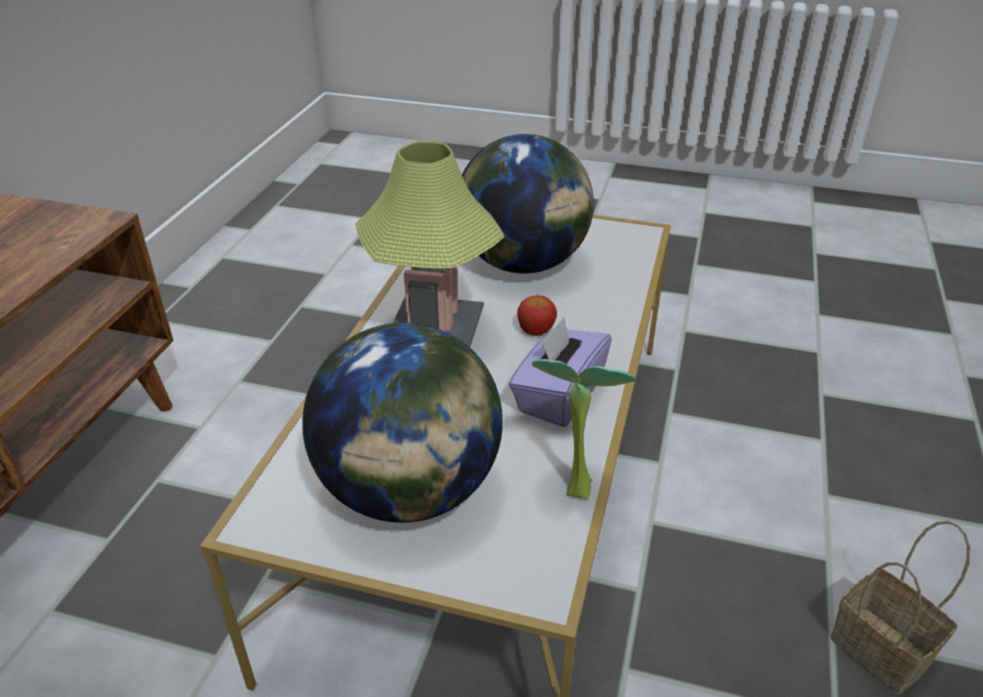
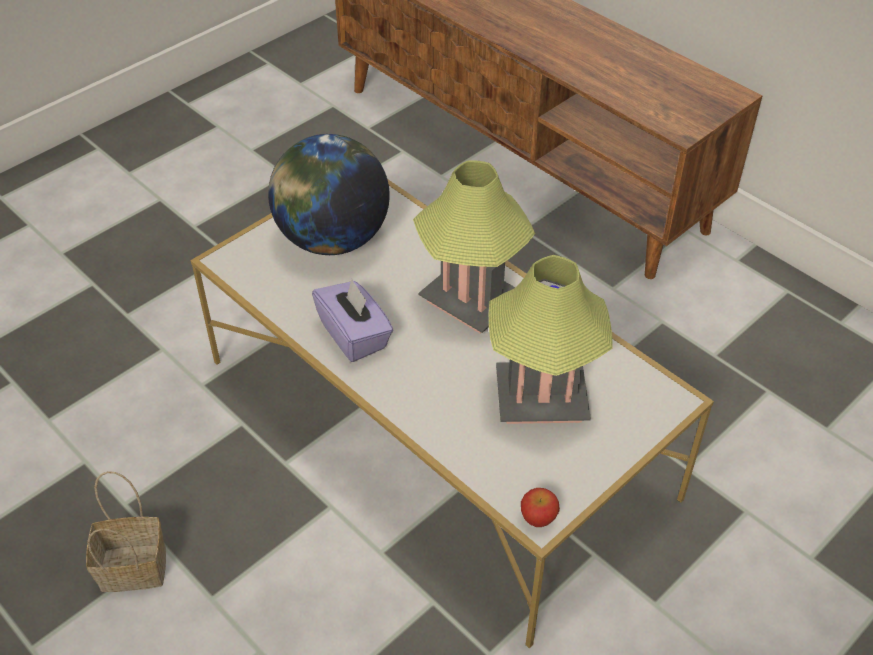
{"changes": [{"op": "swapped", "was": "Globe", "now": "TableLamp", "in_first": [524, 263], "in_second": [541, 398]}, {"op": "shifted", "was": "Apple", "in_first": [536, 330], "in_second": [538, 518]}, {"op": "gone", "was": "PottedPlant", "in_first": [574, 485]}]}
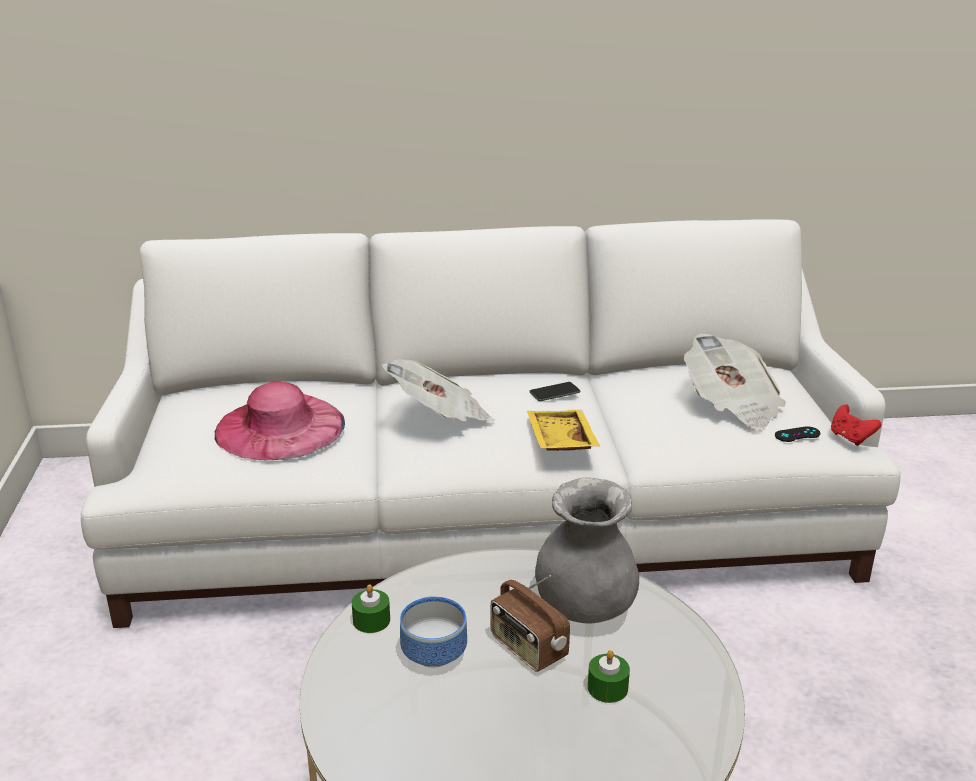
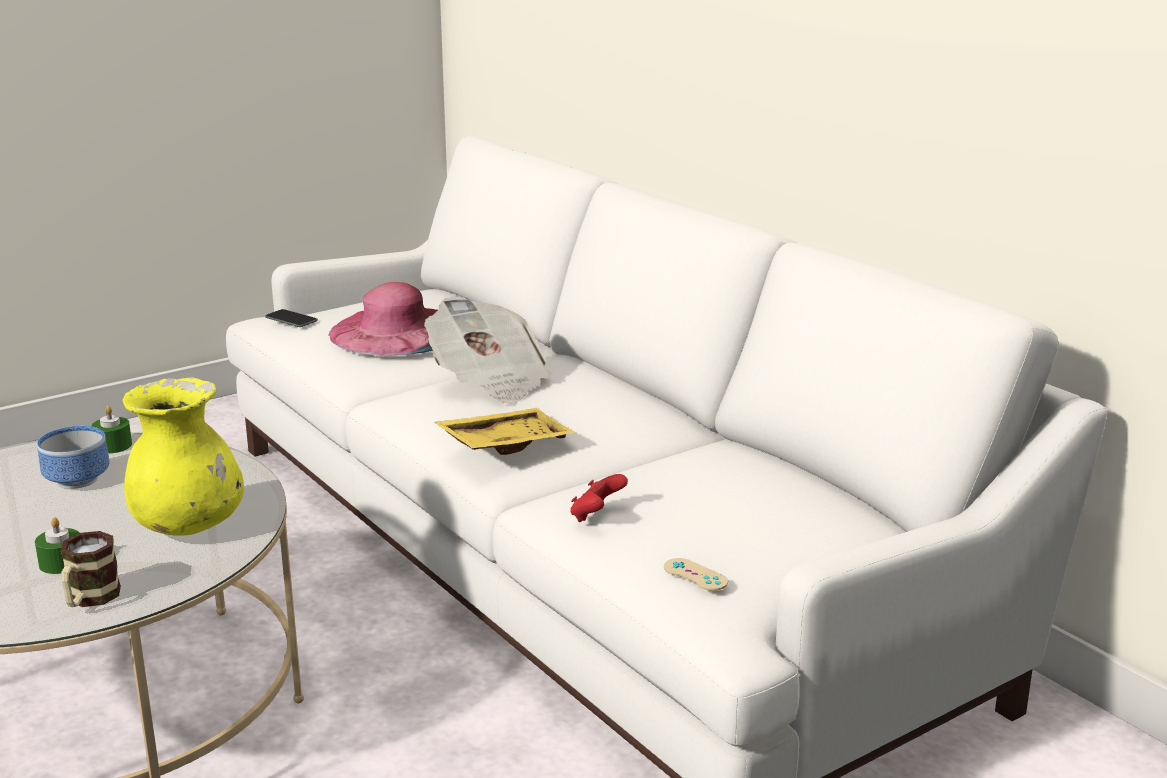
{"changes": [{"op": "gone", "was": "Radio", "in_first": [527, 648]}, {"op": "shifted", "was": "Phone", "in_first": [554, 392], "in_second": [291, 319]}, {"op": "repainted", "was": "GreyVase", "now": "YellowVase", "in_first": [585, 608], "in_second": [189, 526]}, {"op": "gone", "was": "Newspaper", "in_first": [732, 406]}, {"op": "repainted", "was": "BlackGameController", "now": "BeigeGameController", "in_first": [797, 434], "in_second": [695, 575]}, {"op": "shifted", "was": "RedGameController", "in_first": [850, 438], "in_second": [596, 516]}, {"op": "new", "now": "Mug", "in_second": [89, 599]}]}
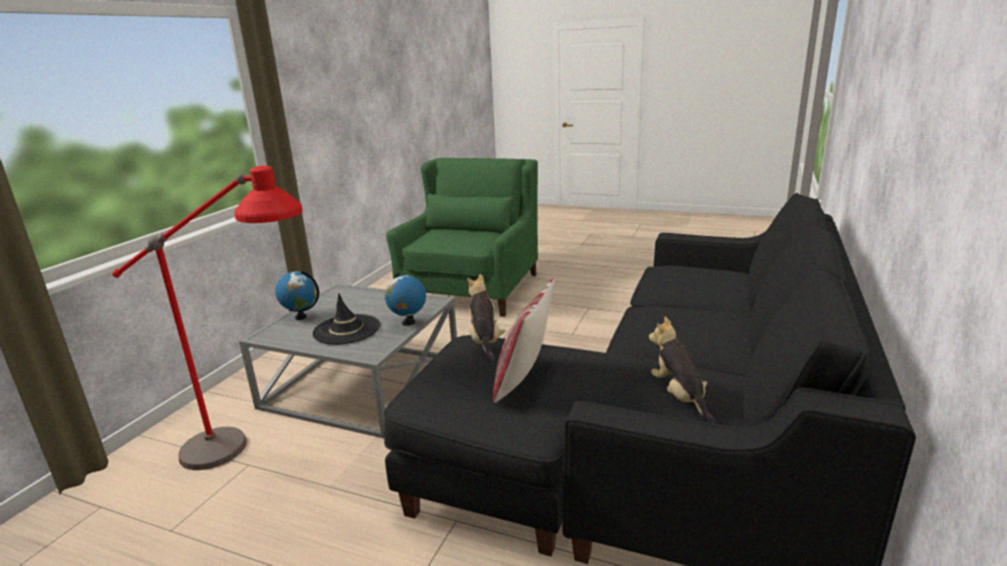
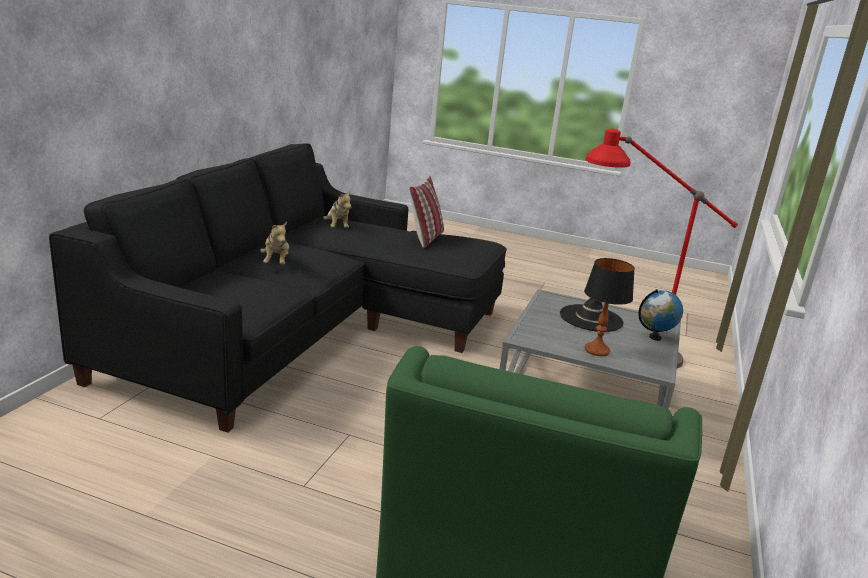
{"changes": [{"op": "gone", "was": "Globe", "in_first": [408, 323]}, {"op": "shifted", "was": "PlushToy", "in_first": [485, 341], "in_second": [276, 262]}, {"op": "new", "now": "TableLamp", "in_second": [596, 350]}]}
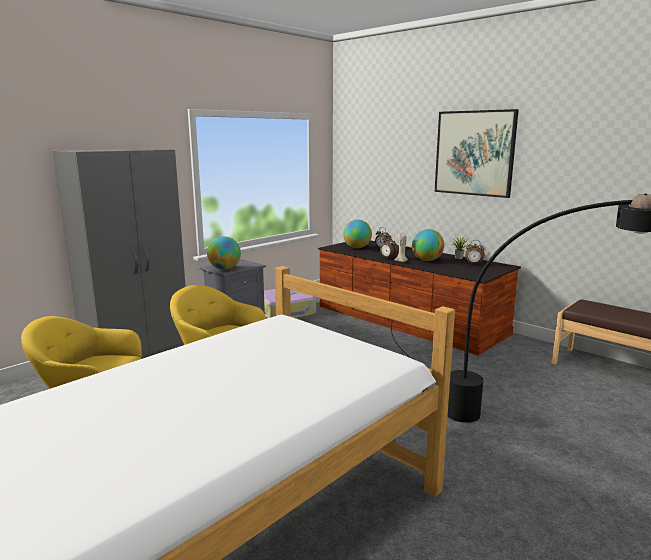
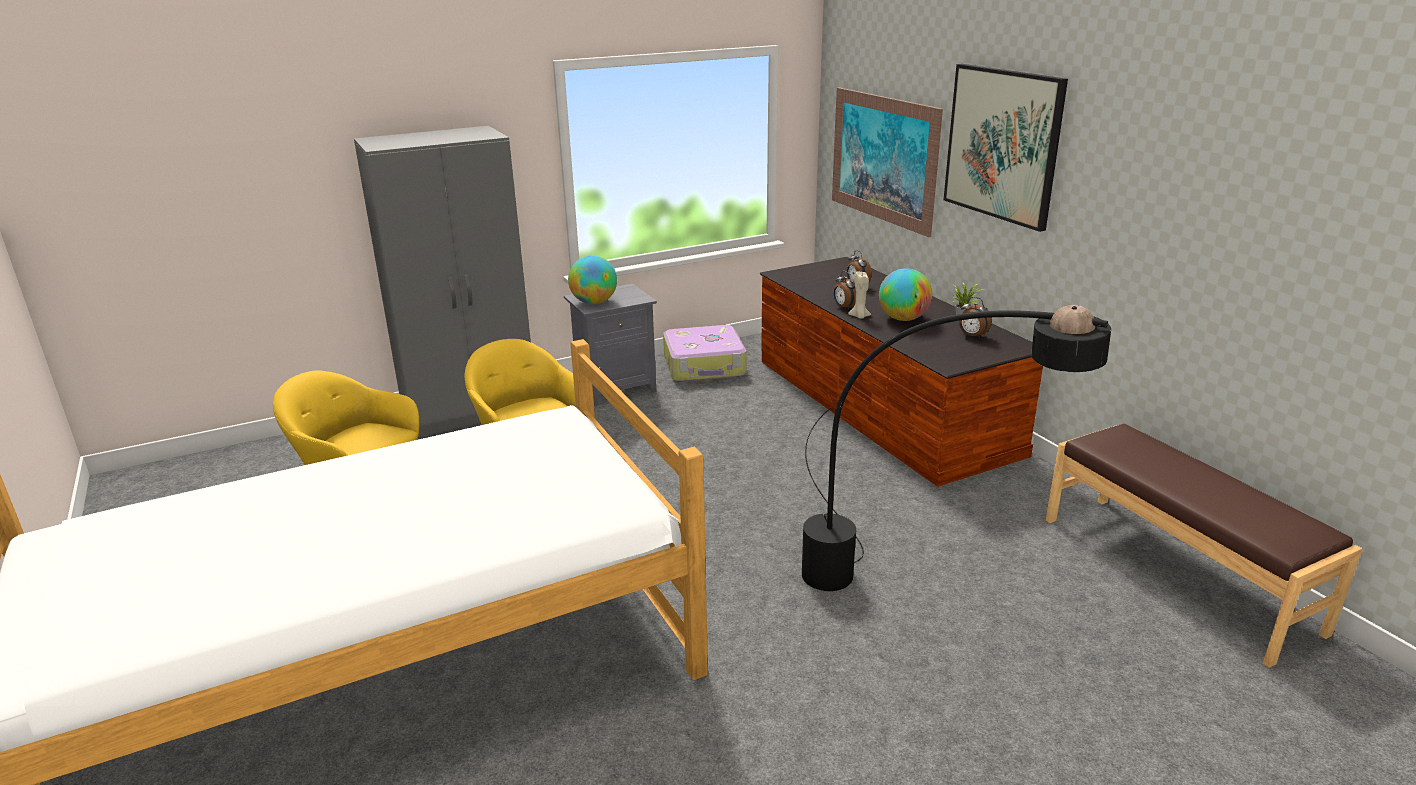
{"changes": [{"op": "gone", "was": "Globe", "in_first": [357, 248]}, {"op": "new", "now": "Picture", "in_second": [883, 158]}]}
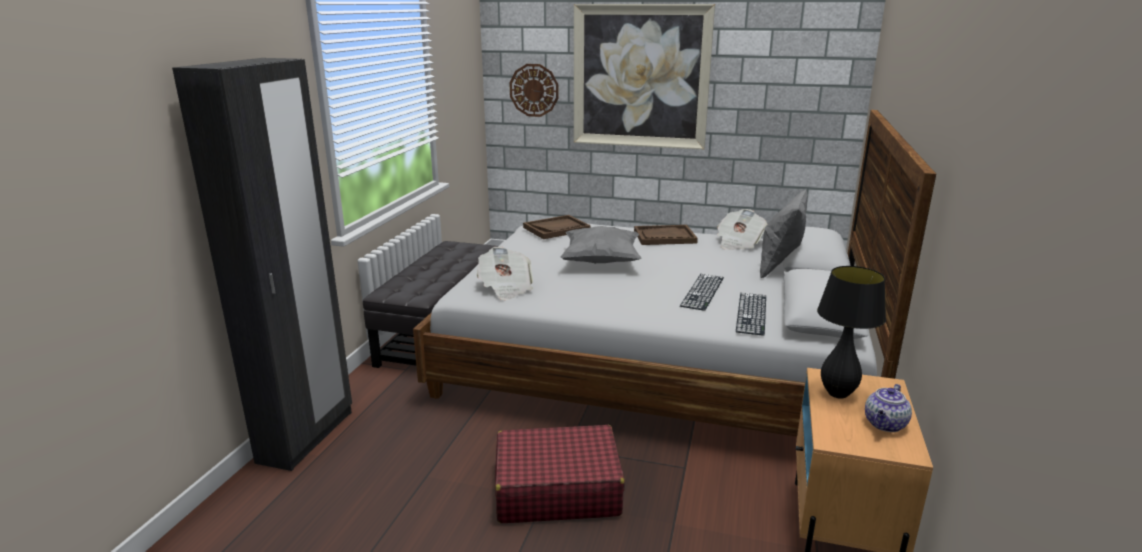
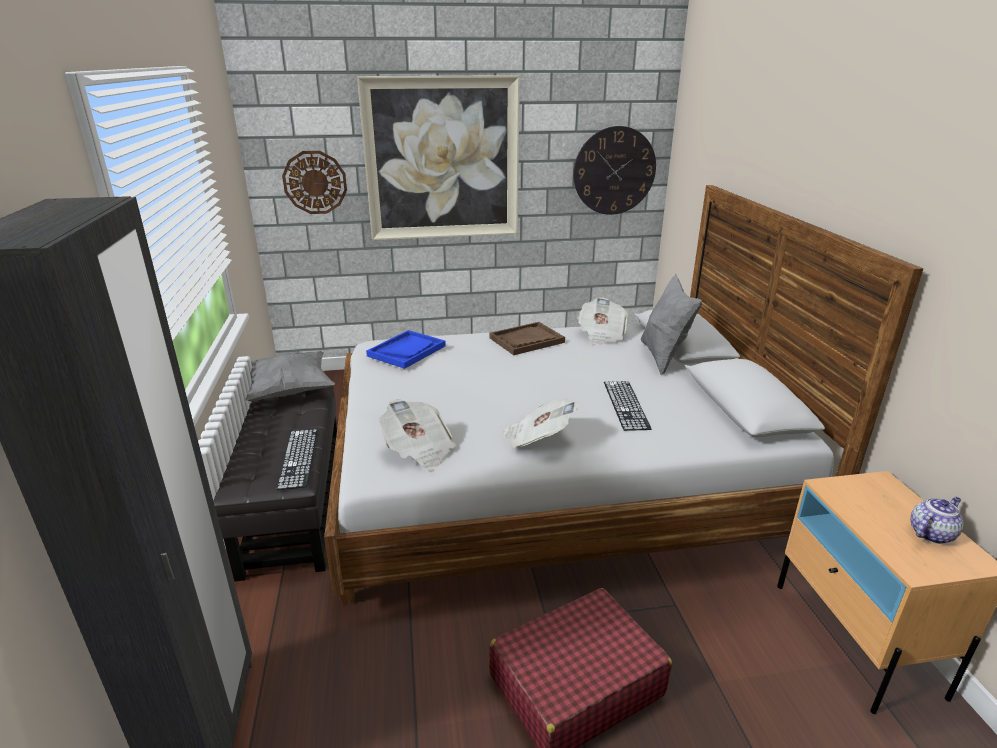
{"changes": [{"op": "repainted", "was": "BrownTray", "now": "BlueTray", "in_first": [556, 229], "in_second": [406, 351]}, {"op": "shifted", "was": "GreyPillow", "in_first": [601, 262], "in_second": [290, 391]}, {"op": "shifted", "was": "Keyboard", "in_first": [751, 313], "in_second": [298, 458]}, {"op": "gone", "was": "BlackTableLamp", "in_first": [837, 394]}, {"op": "rotated", "was": "Teapot", "in_first": [885, 425], "in_second": [931, 533], "clockwise": -135}, {"op": "new", "now": "Newspaper", "in_second": [537, 439]}, {"op": "new", "now": "WallClock", "in_second": [614, 171]}]}
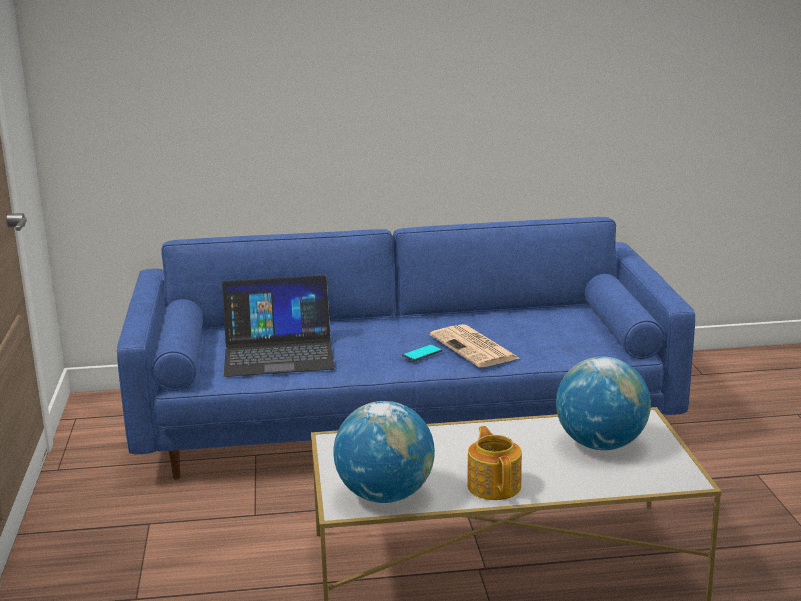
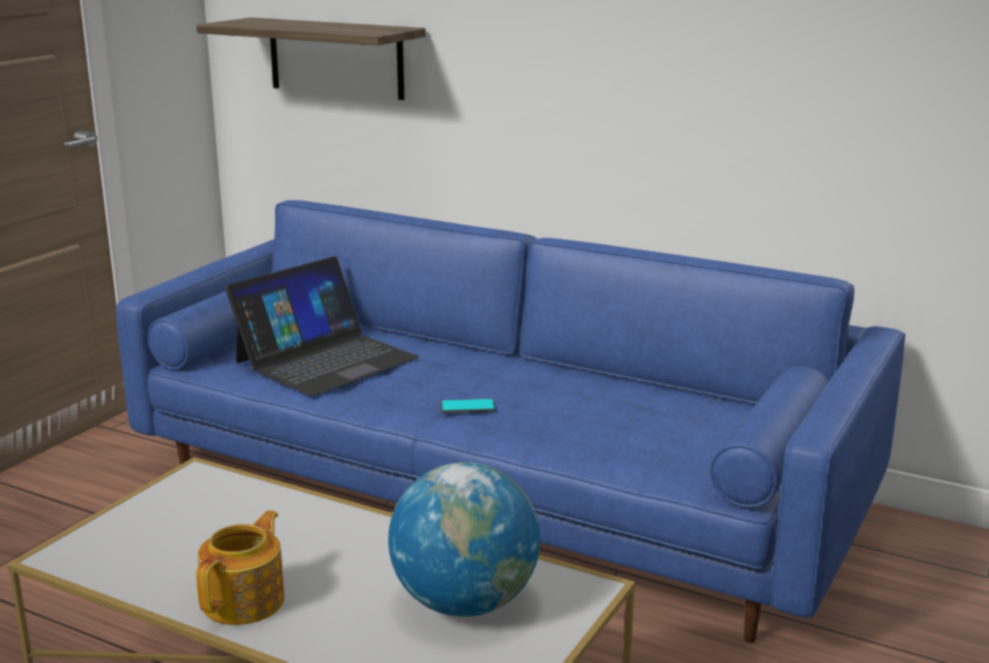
{"changes": [{"op": "rotated", "was": "Laptop", "in_first": [278, 353], "in_second": [325, 359], "clockwise": -75}, {"op": "gone", "was": "Globe", "in_first": [385, 495]}, {"op": "gone", "was": "Newspaper", "in_first": [475, 348]}, {"op": "new", "now": "Shelf", "in_second": [336, 58]}]}
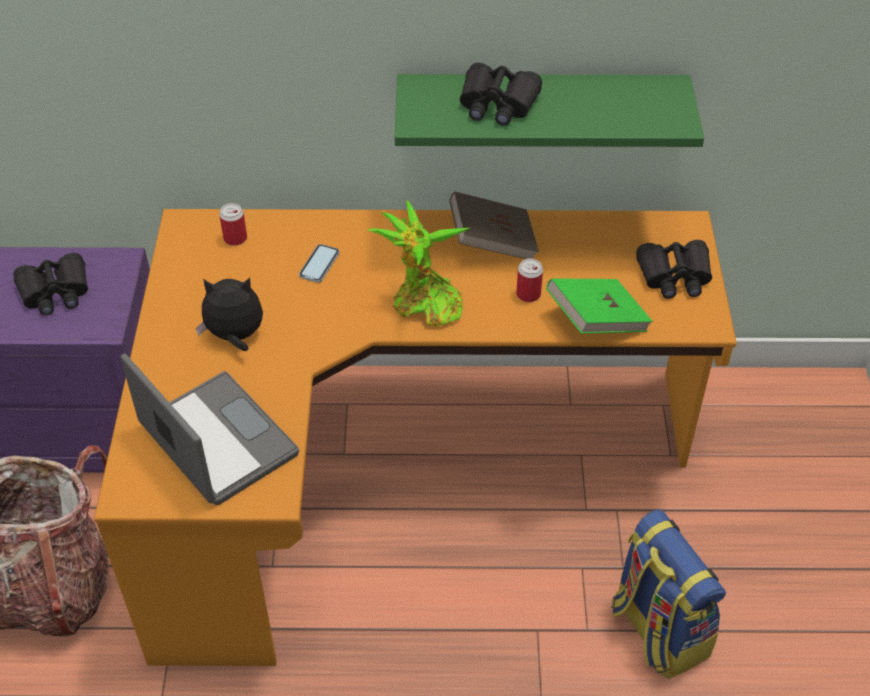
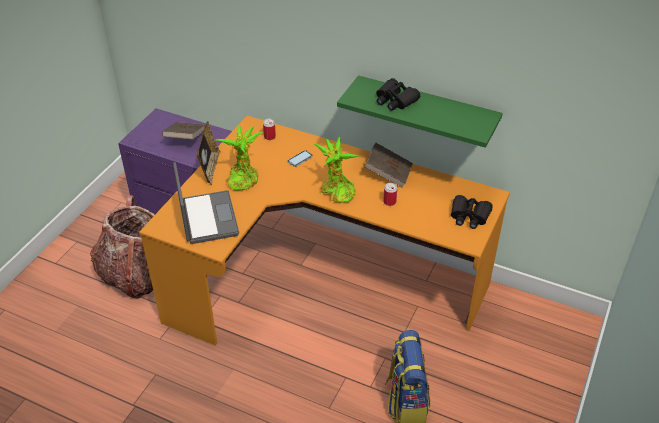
{"changes": [{"op": "swapped", "was": "BlackBinoculars", "now": "BrownBook", "in_first": [55, 292], "in_second": [185, 139]}, {"op": "swapped", "was": "PlushToy", "now": "PottedPlant", "in_first": [235, 336], "in_second": [243, 178]}, {"op": "gone", "was": "GreenBook", "in_first": [596, 321]}, {"op": "new", "now": "PictureFrame", "in_second": [210, 168]}]}
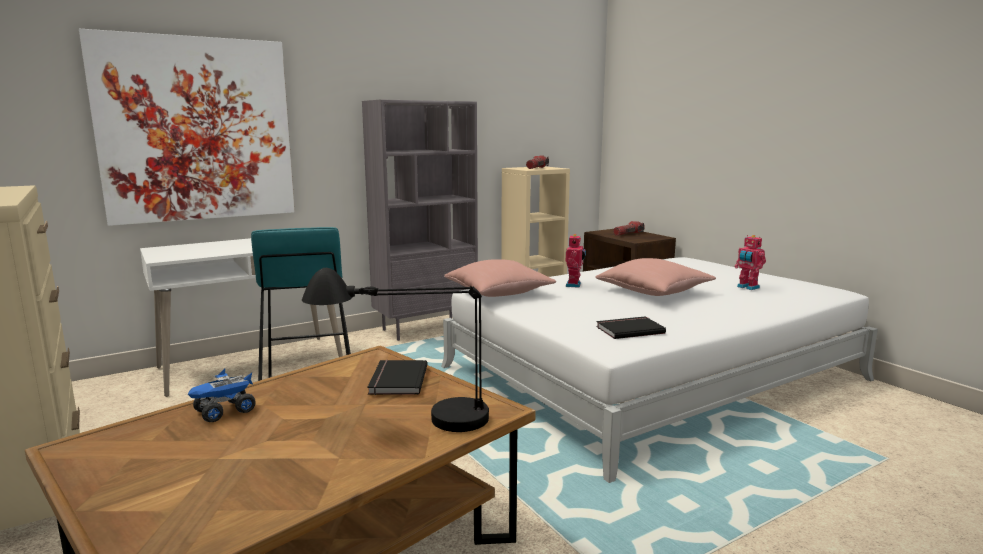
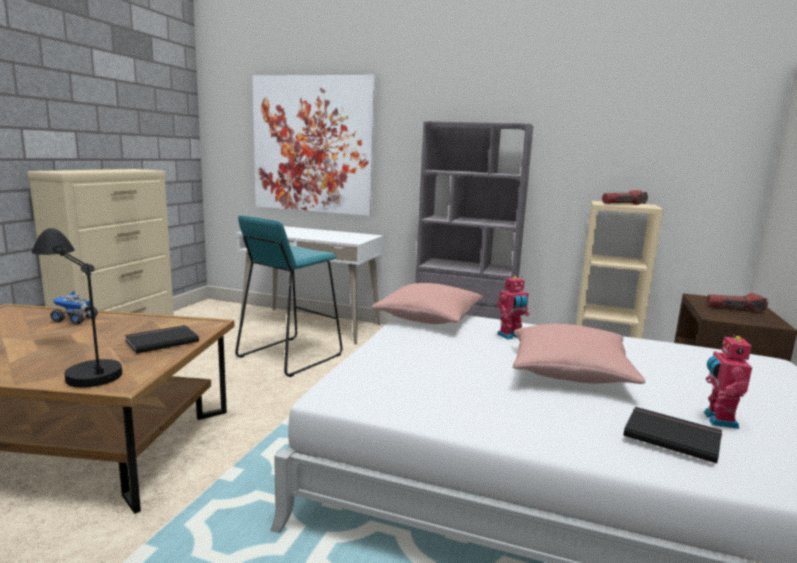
{"changes": [{"op": "shifted", "was": "BlackBook", "in_first": [629, 329], "in_second": [671, 435]}]}
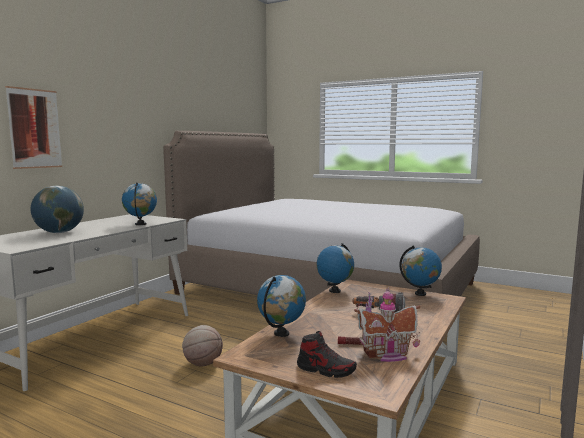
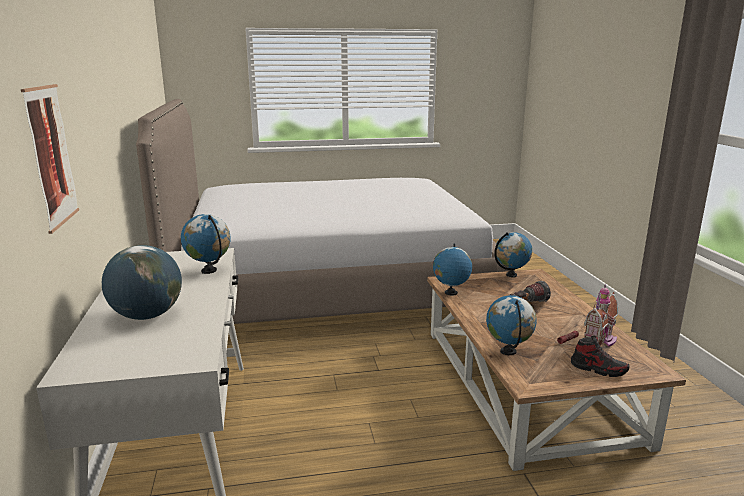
{"changes": [{"op": "gone", "was": "Basketball", "in_first": [203, 363]}, {"op": "rotated", "was": "Shoe", "in_first": [325, 370], "in_second": [598, 369], "clockwise": 45}]}
